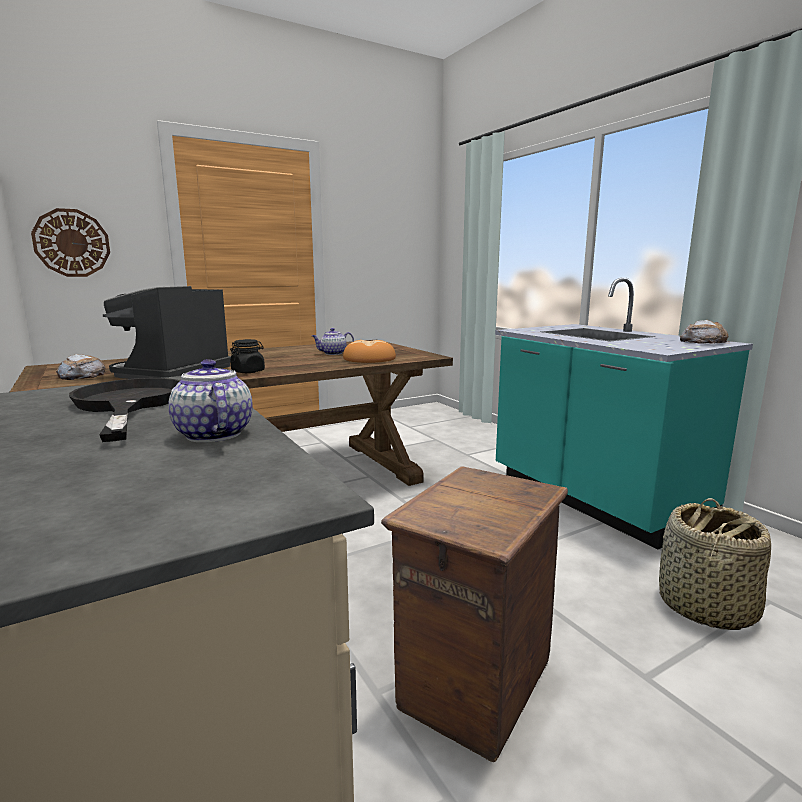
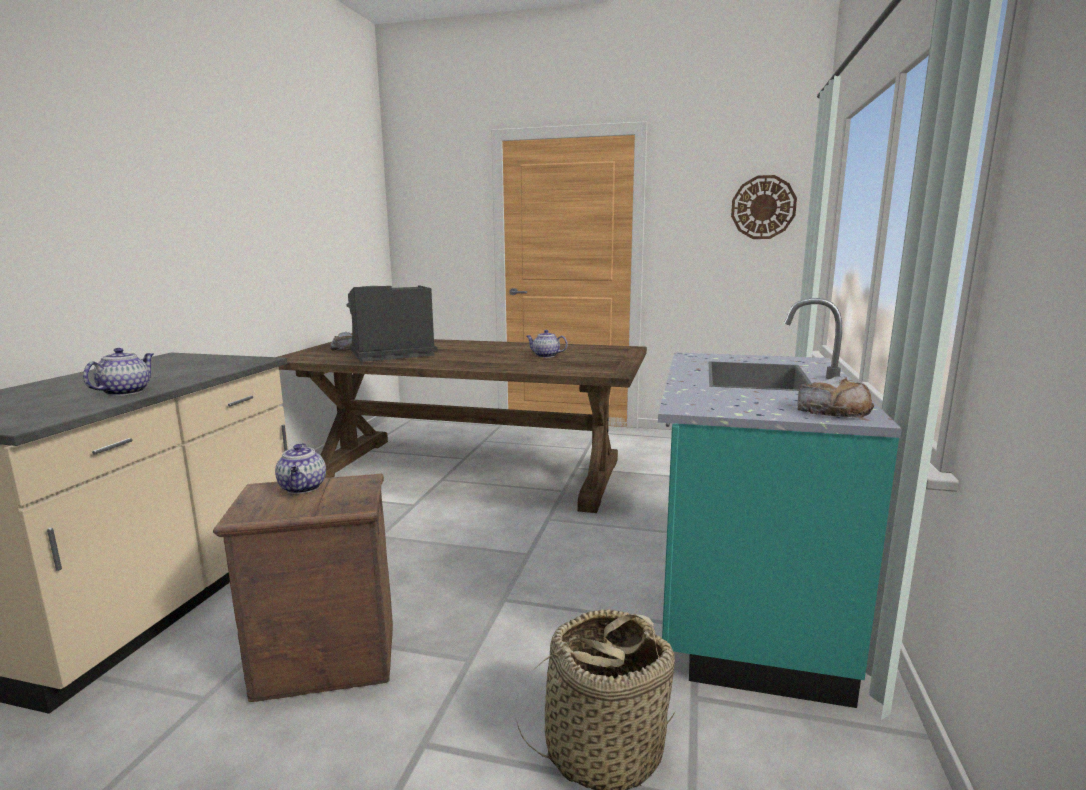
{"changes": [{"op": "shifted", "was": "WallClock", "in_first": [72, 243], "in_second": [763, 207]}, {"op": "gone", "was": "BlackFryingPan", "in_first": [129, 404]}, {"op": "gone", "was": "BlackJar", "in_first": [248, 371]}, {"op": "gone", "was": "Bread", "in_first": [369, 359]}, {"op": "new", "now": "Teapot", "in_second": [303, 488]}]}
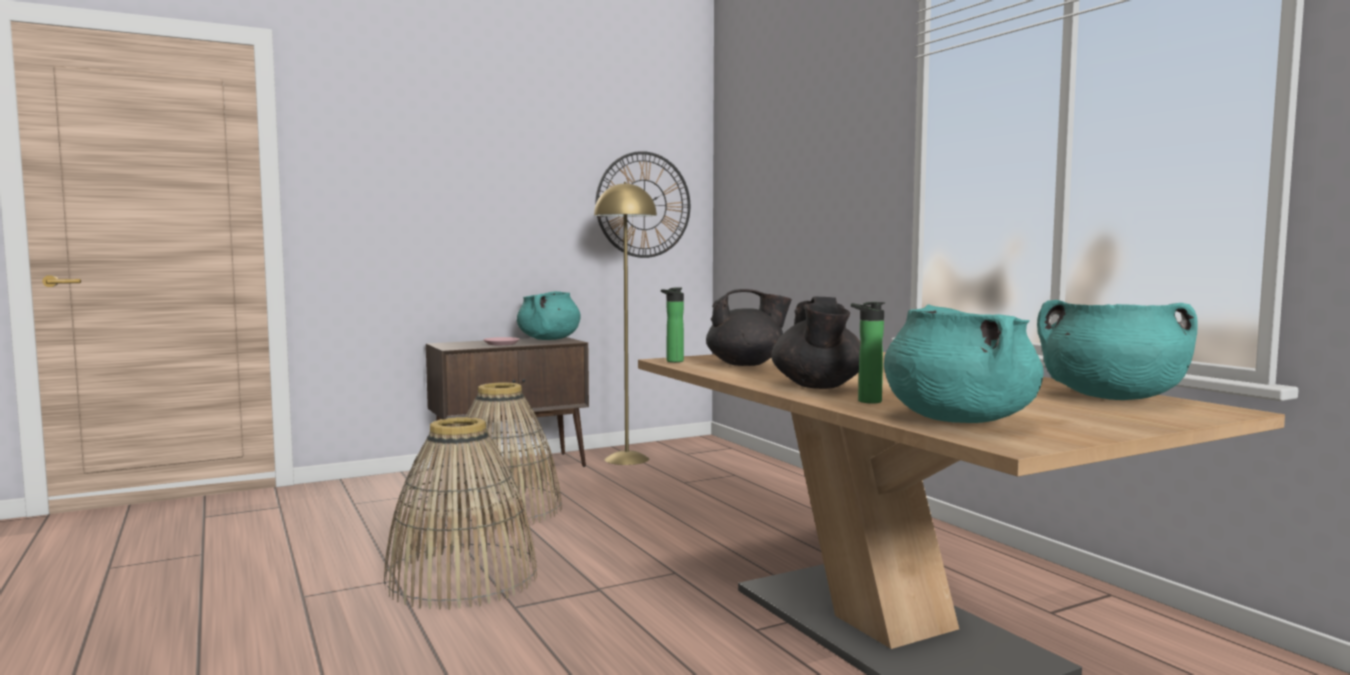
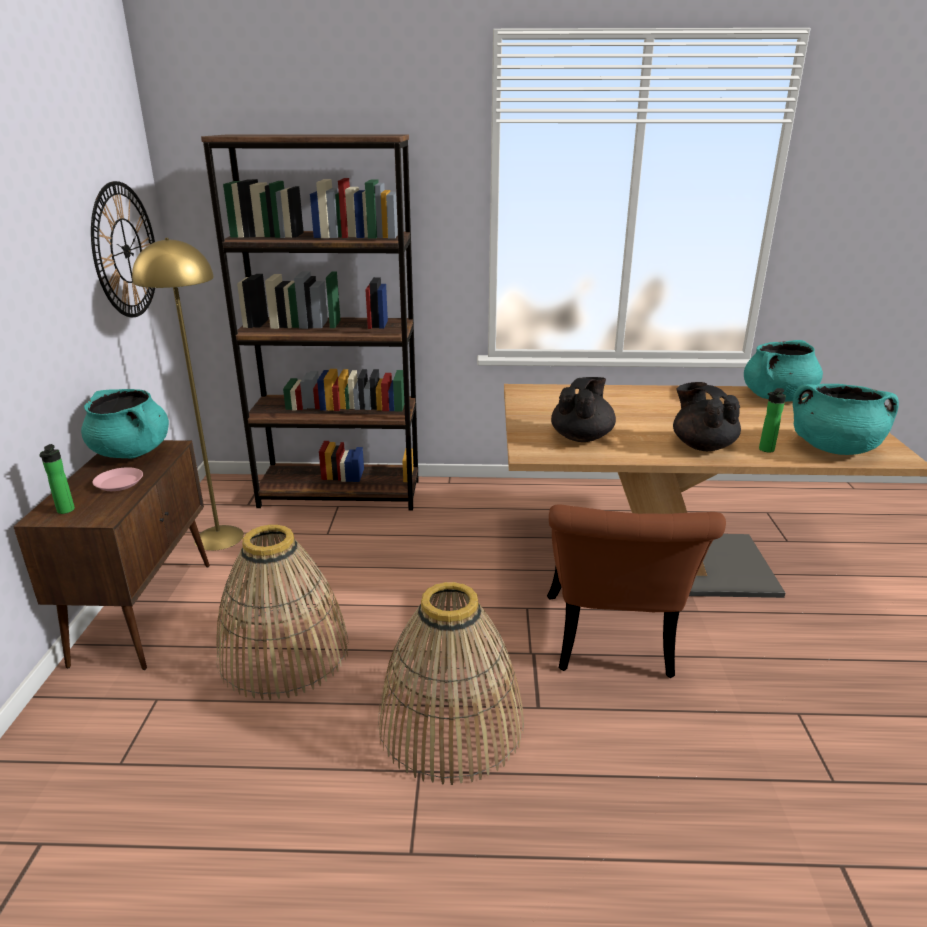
{"changes": [{"op": "shifted", "was": "Bottle", "in_first": [673, 361], "in_second": [65, 511]}, {"op": "rotated", "was": "BlackTeapot", "in_first": [818, 386], "in_second": [702, 445], "clockwise": -150}, {"op": "new", "now": "BrownBookcase", "in_second": [340, 493]}, {"op": "new", "now": "BrownChair", "in_second": [610, 644]}]}
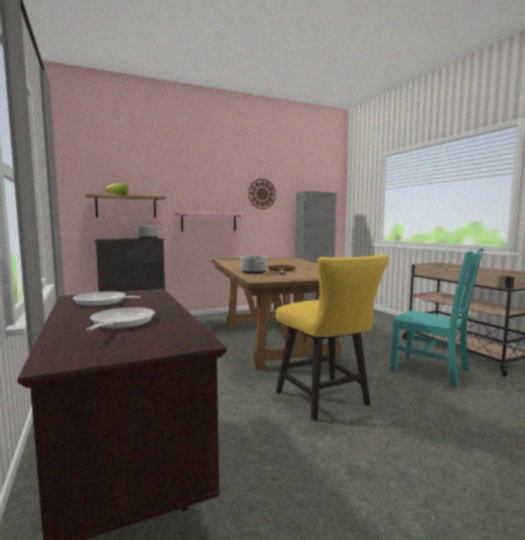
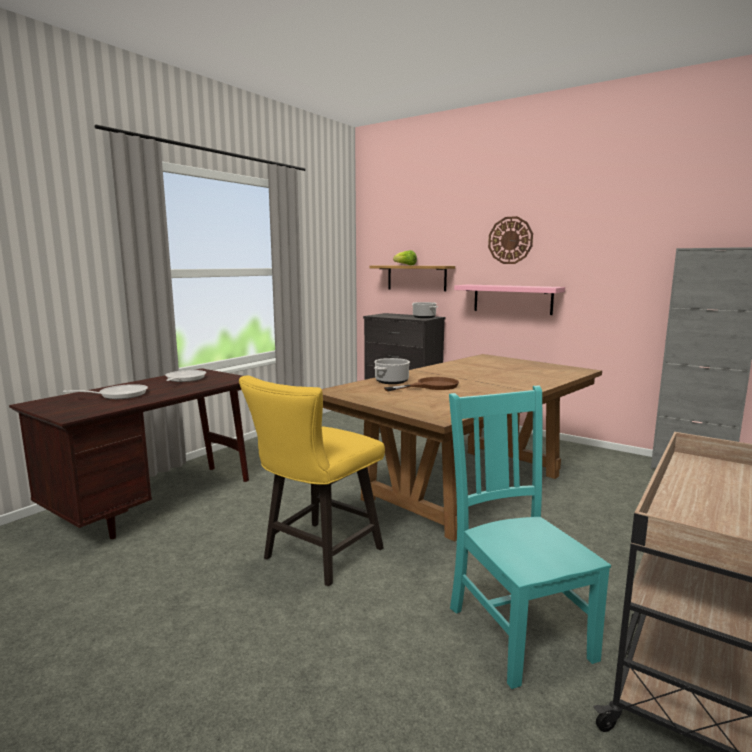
{"changes": [{"op": "shifted", "was": "WallClock", "in_first": [262, 194], "in_second": [510, 240]}, {"op": "rotated", "was": "TurquoiseChair", "in_first": [432, 370], "in_second": [517, 629], "clockwise": 150}]}
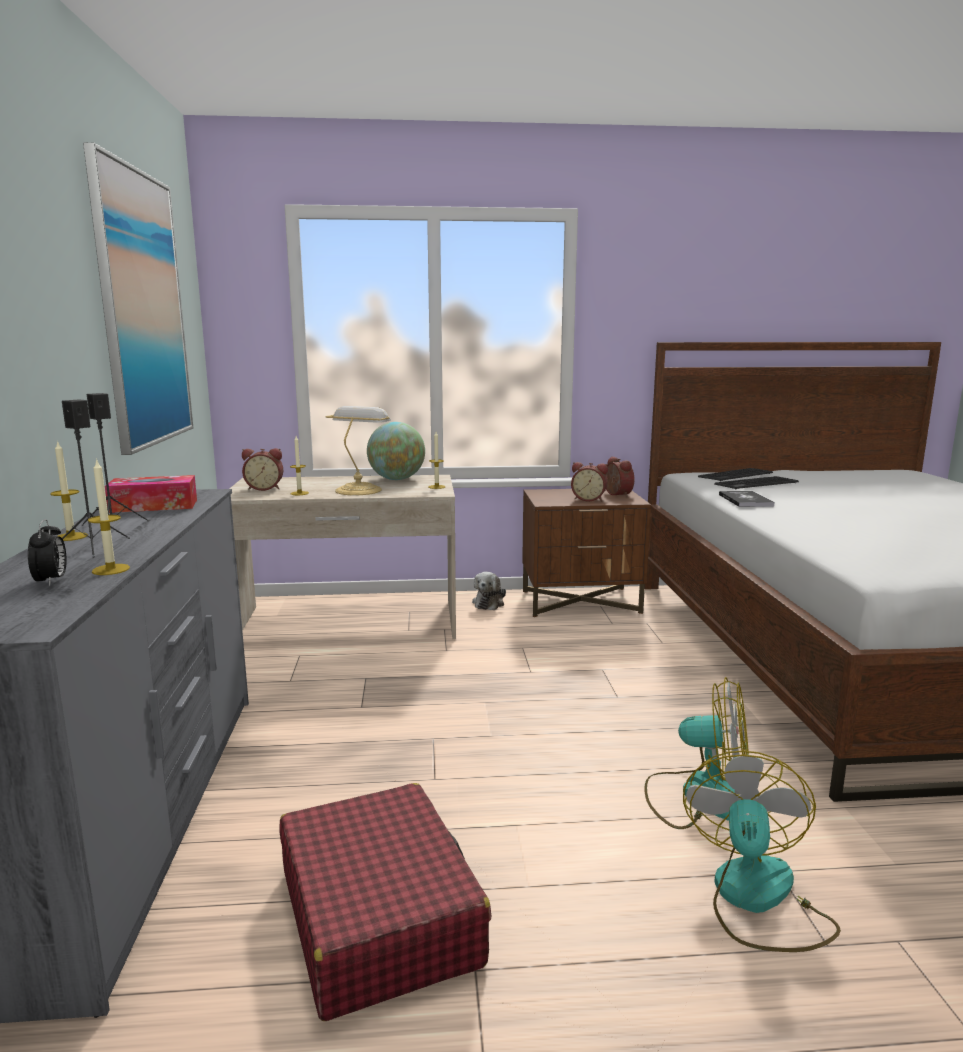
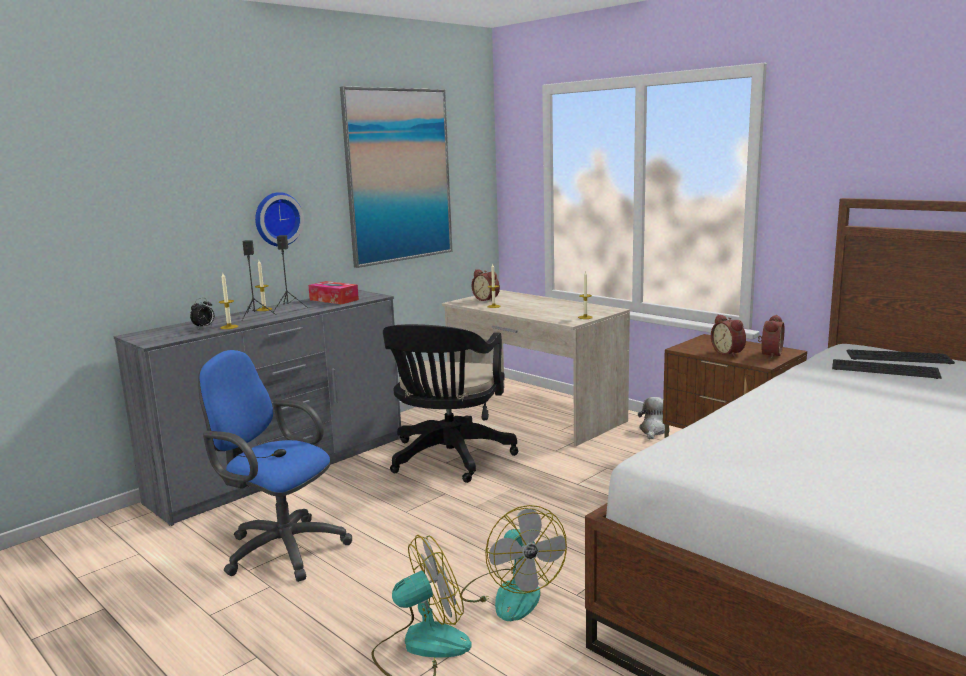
{"changes": [{"op": "swapped", "was": "RedSuitcase", "now": "BlueOfficeChair", "in_first": [379, 916], "in_second": [280, 548]}, {"op": "gone", "was": "TableLamp", "in_first": [359, 490]}, {"op": "gone", "was": "Globe", "in_first": [396, 479]}, {"op": "rotated", "was": "PlushToy", "in_first": [489, 603], "in_second": [653, 431], "clockwise": 135}, {"op": "gone", "was": "Book", "in_first": [745, 500]}, {"op": "new", "now": "WallClock", "in_second": [277, 219]}, {"op": "new", "now": "BlackOfficeChair", "in_second": [448, 459]}]}
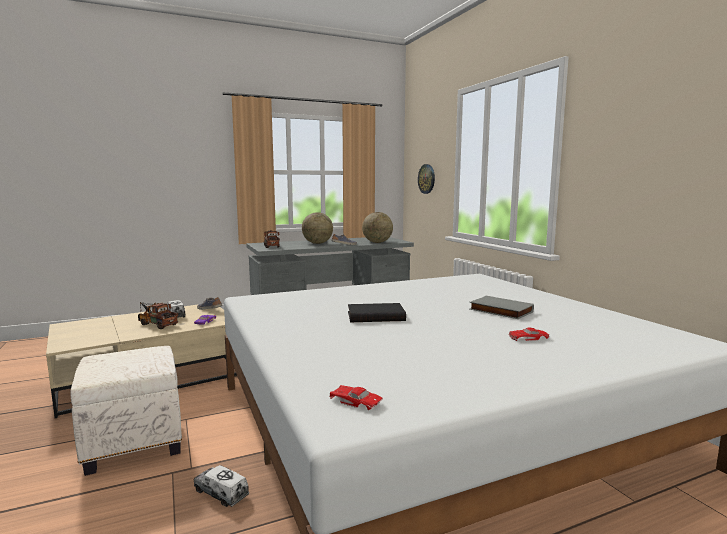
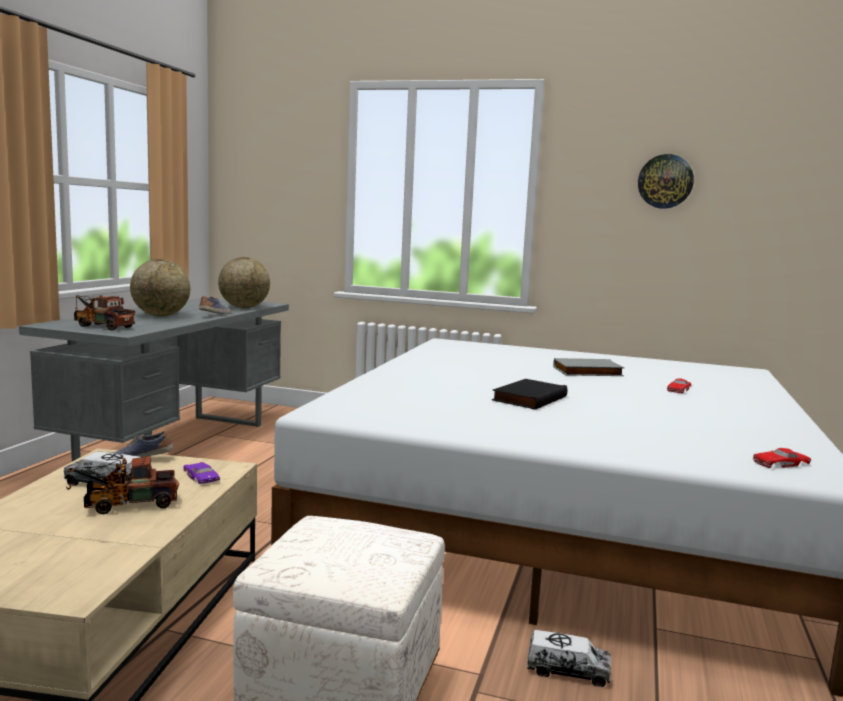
{"changes": [{"op": "rotated", "was": "ToyTruck", "in_first": [221, 493], "in_second": [567, 671], "clockwise": -150}, {"op": "shifted", "was": "WallClock", "in_first": [426, 179], "in_second": [665, 181]}]}
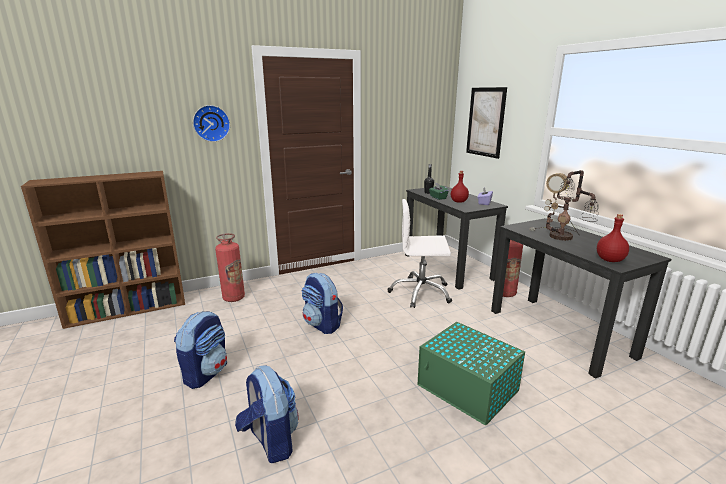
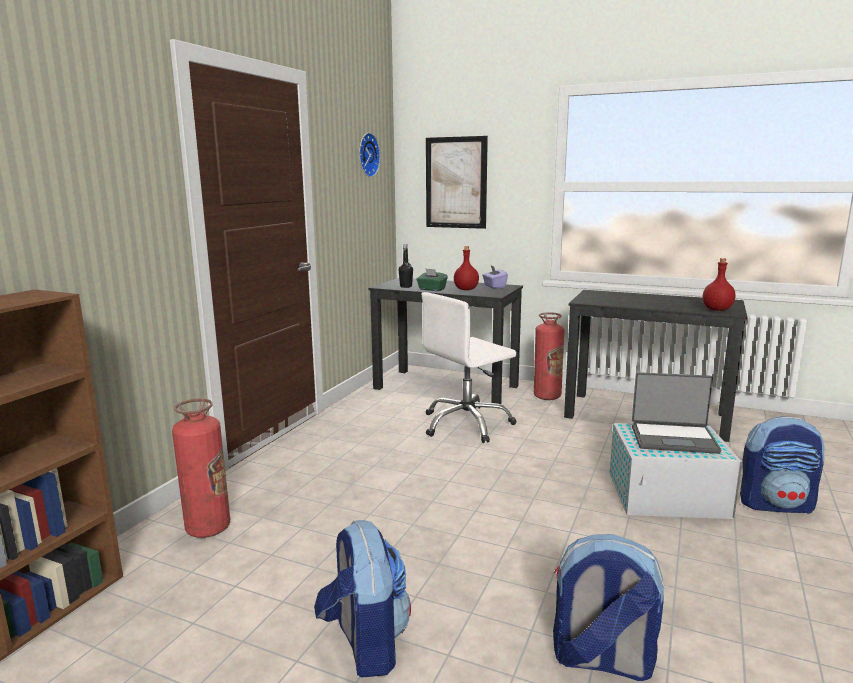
{"changes": [{"op": "shifted", "was": "WallClock", "in_first": [211, 123], "in_second": [366, 155]}, {"op": "shifted", "was": "Backpack", "in_first": [322, 325], "in_second": [776, 504]}, {"op": "repainted", "was": "GreenStorageBox", "now": "WhiteStorageBox", "in_first": [468, 388], "in_second": [669, 496]}, {"op": "gone", "was": "TableLamp", "in_first": [561, 237]}, {"op": "new", "now": "Laptop", "in_second": [673, 438]}]}
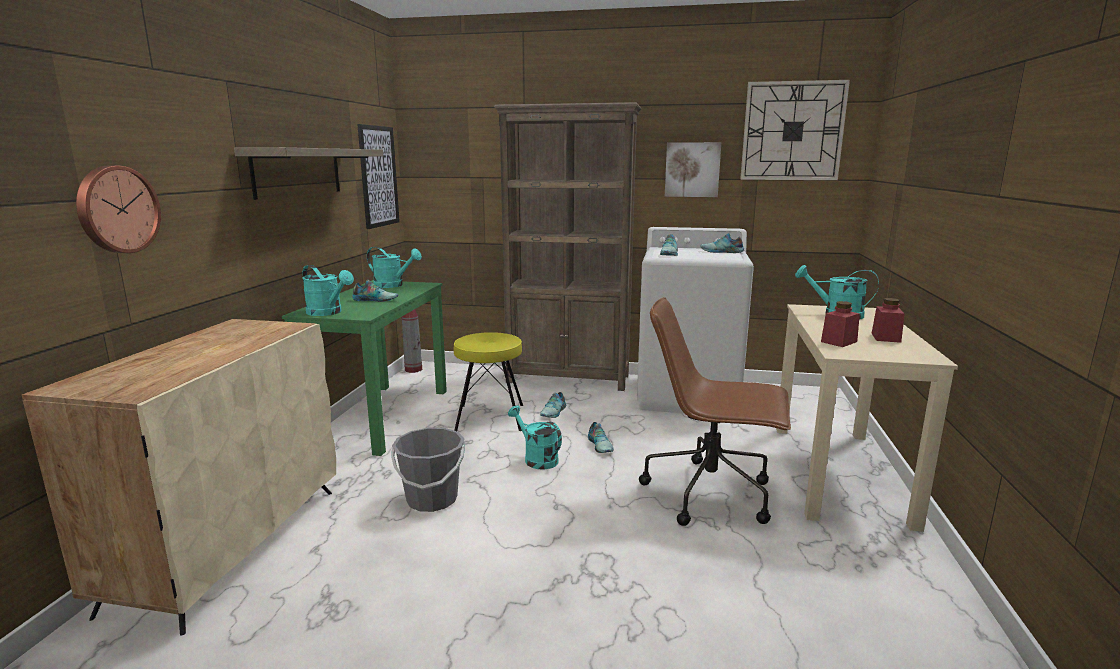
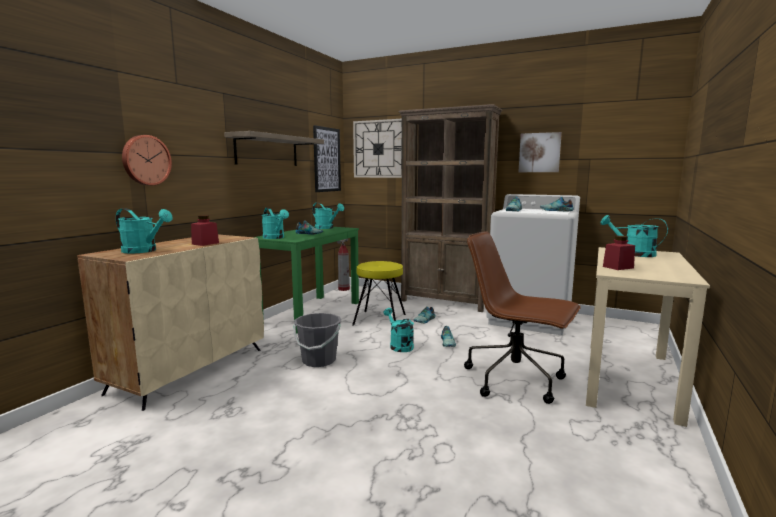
{"changes": [{"op": "shifted", "was": "WallClock", "in_first": [792, 131], "in_second": [378, 149]}, {"op": "shifted", "was": "RedJar", "in_first": [886, 337], "in_second": [205, 243]}, {"op": "new", "now": "TurquoiseWateringCan", "in_second": [144, 251]}]}
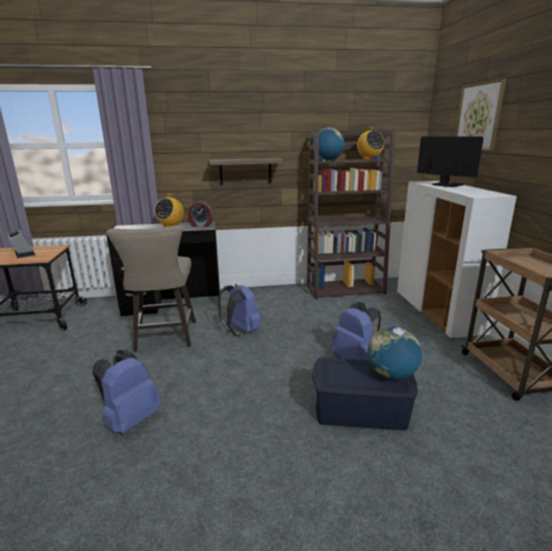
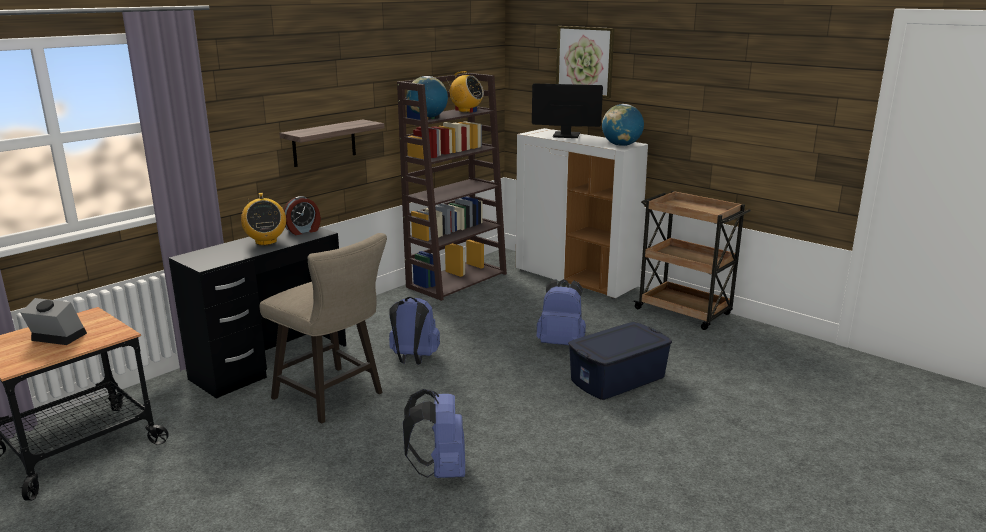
{"changes": [{"op": "shifted", "was": "Globe", "in_first": [391, 375], "in_second": [621, 145]}]}
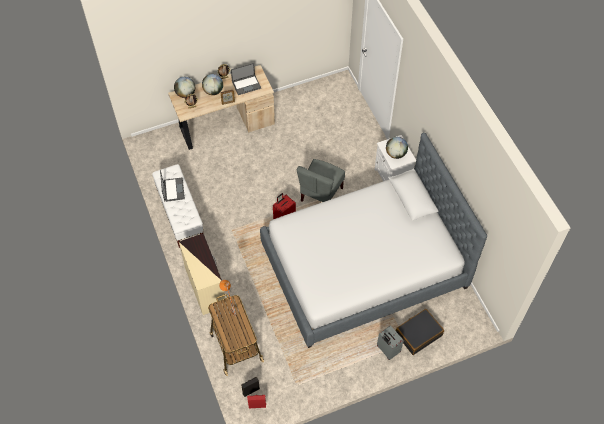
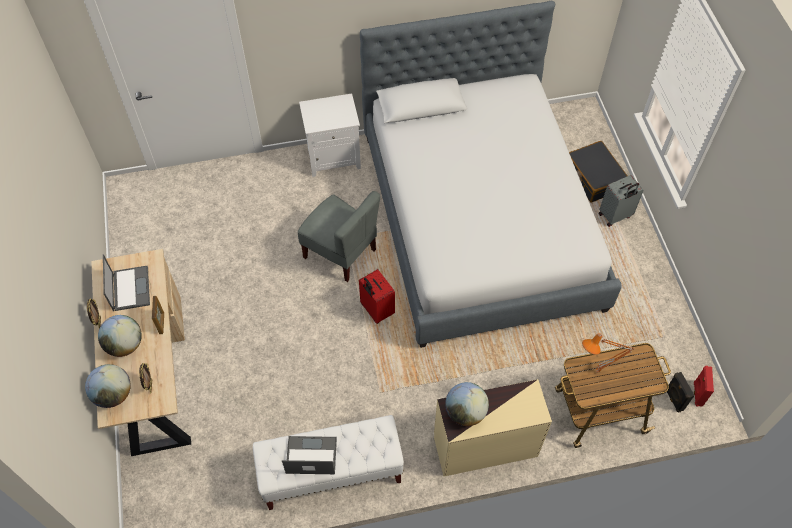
{"changes": [{"op": "shifted", "was": "Globe", "in_first": [395, 154], "in_second": [465, 412]}]}
